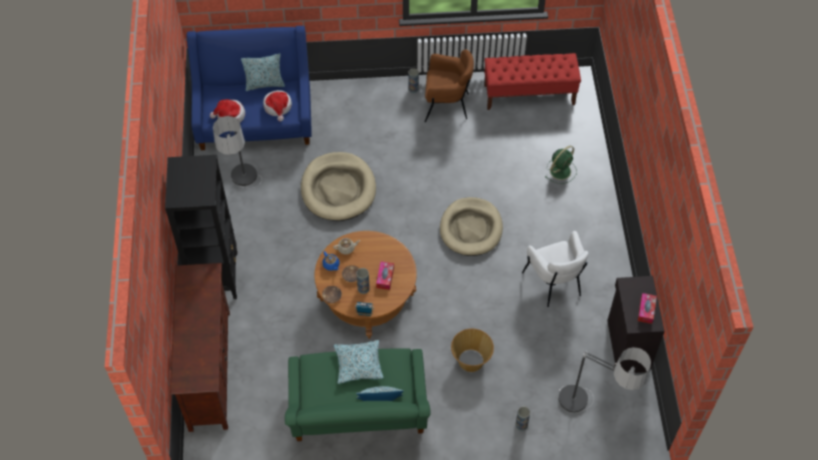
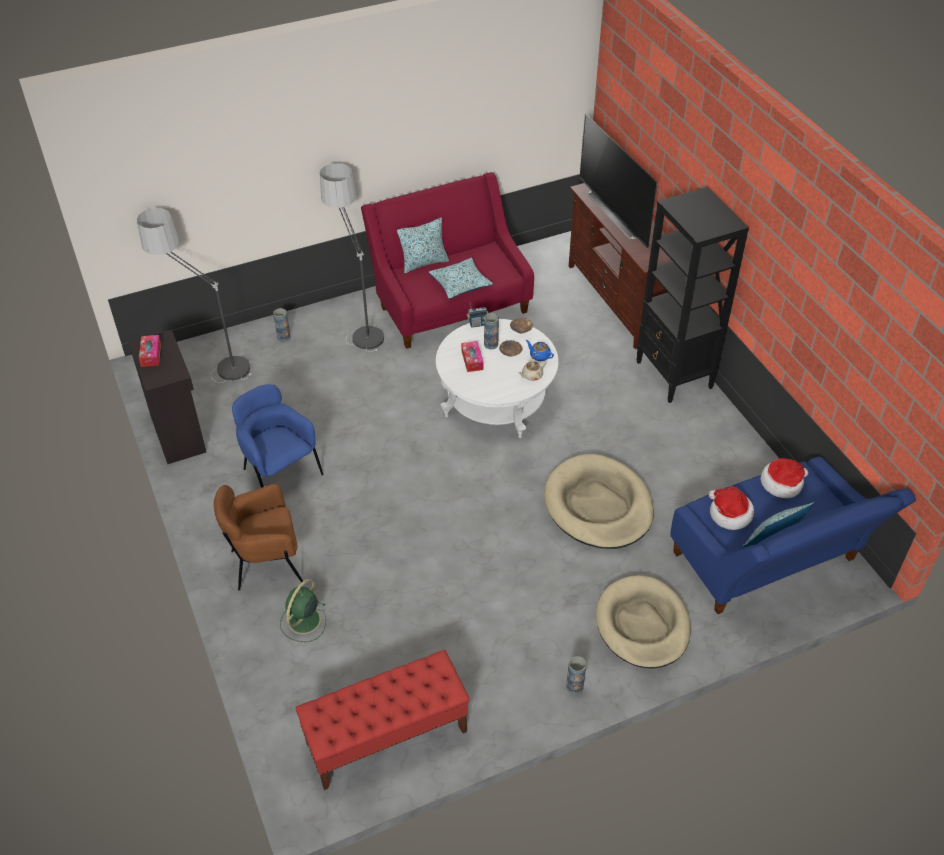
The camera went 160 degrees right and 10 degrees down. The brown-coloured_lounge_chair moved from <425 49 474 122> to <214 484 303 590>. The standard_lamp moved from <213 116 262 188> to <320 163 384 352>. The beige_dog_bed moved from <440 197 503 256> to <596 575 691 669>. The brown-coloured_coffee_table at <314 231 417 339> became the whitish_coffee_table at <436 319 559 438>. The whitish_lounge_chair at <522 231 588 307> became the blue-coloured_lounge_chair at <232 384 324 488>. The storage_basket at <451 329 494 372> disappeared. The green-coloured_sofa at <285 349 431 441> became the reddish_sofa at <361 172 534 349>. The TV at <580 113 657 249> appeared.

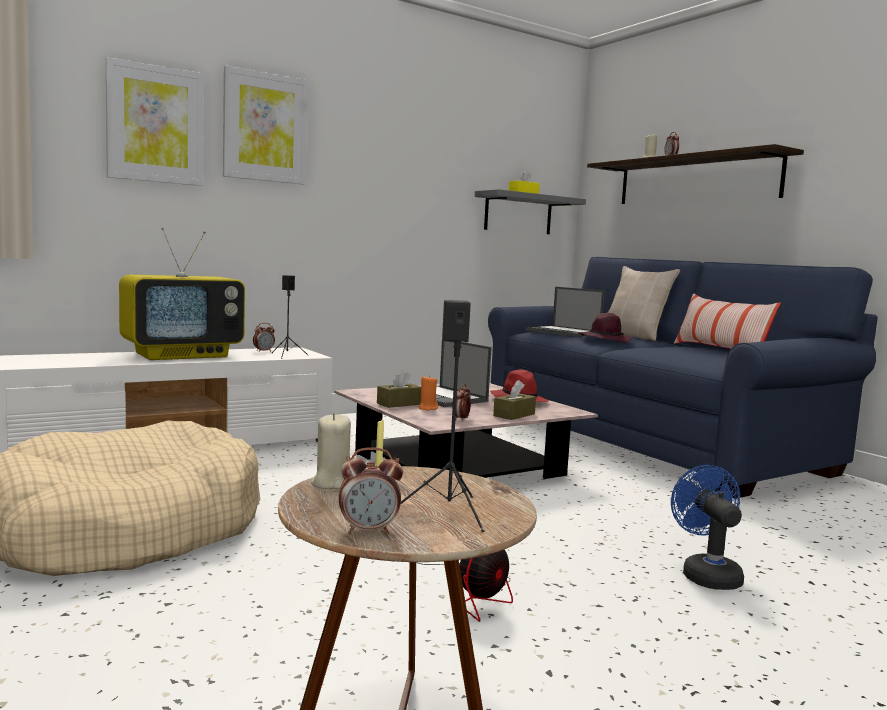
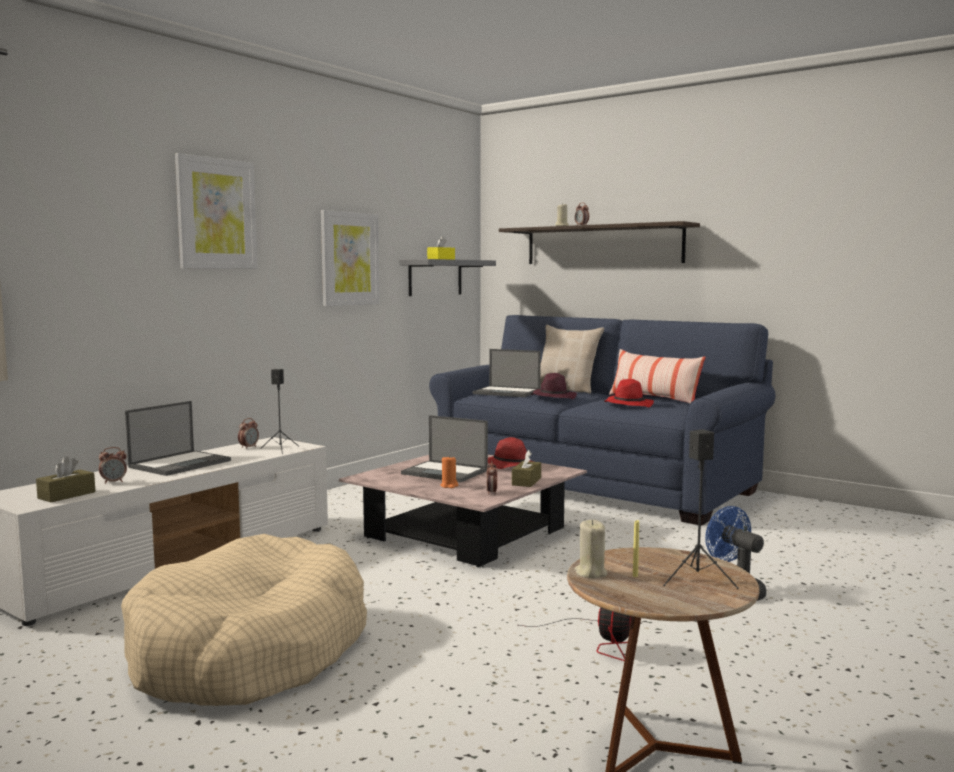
The camera went 20 degrees left and 0 degrees up. The picture moved from <106 57 204 186> to <321 210 380 306>. The TV at <119 227 245 360> was replaced by the notebook_computer at <125 401 231 476>. The brown-coloured_box_of_tissues moved from <377 370 421 408> to <36 456 95 502>. The table_clock moved from <339 447 403 534> to <99 447 127 484>. The reddish_clothing_hat at <604 379 654 408> appeared.

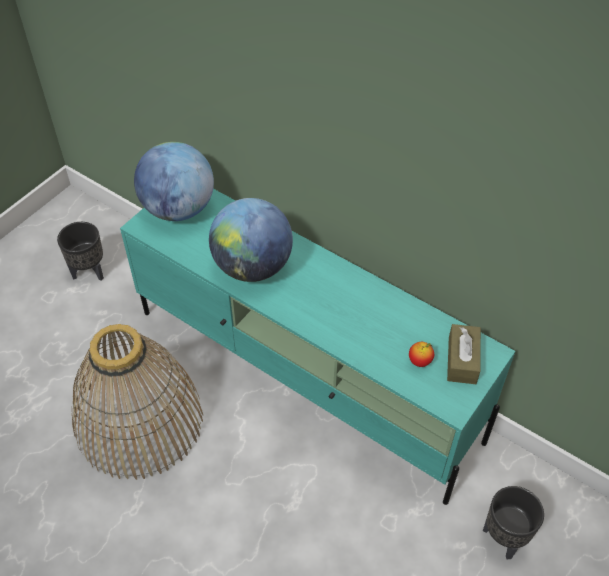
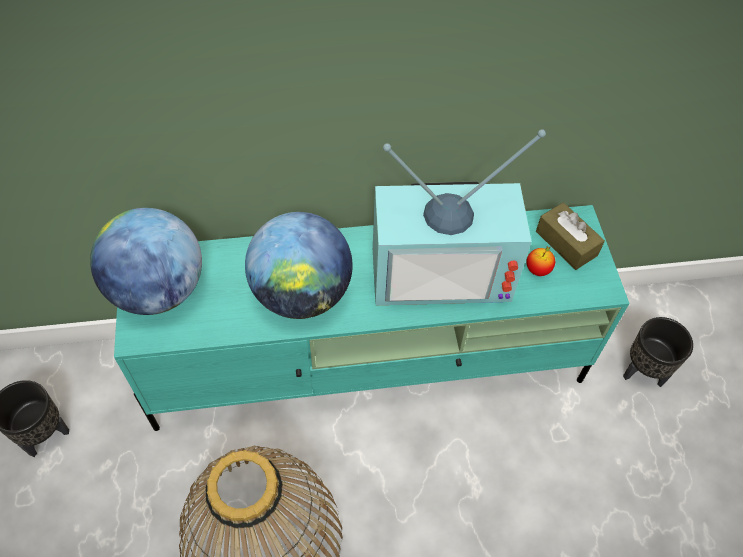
The camera went 45 degrees left and 5 degrees up. The TV at <373 129 546 305> appeared.

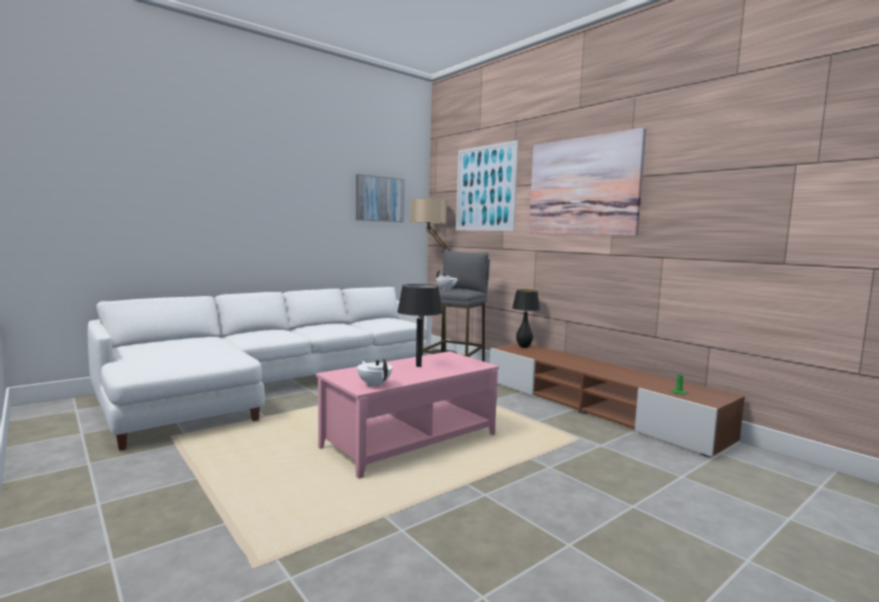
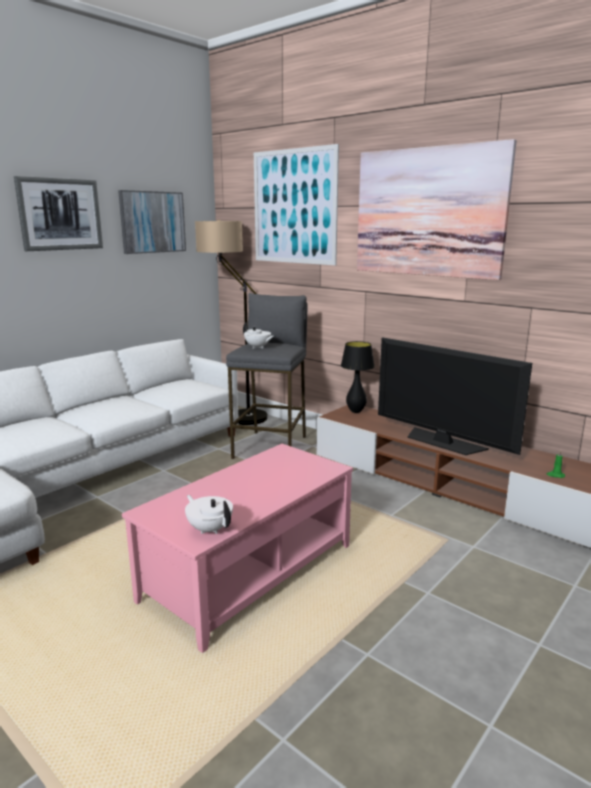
The camera went 10 degrees left and 10 degrees up. The black_tabletop_lamp at <397 284 442 367> disappeared. The picture at <14 176 103 251> appeared. The TV at <378 337 532 455> appeared.

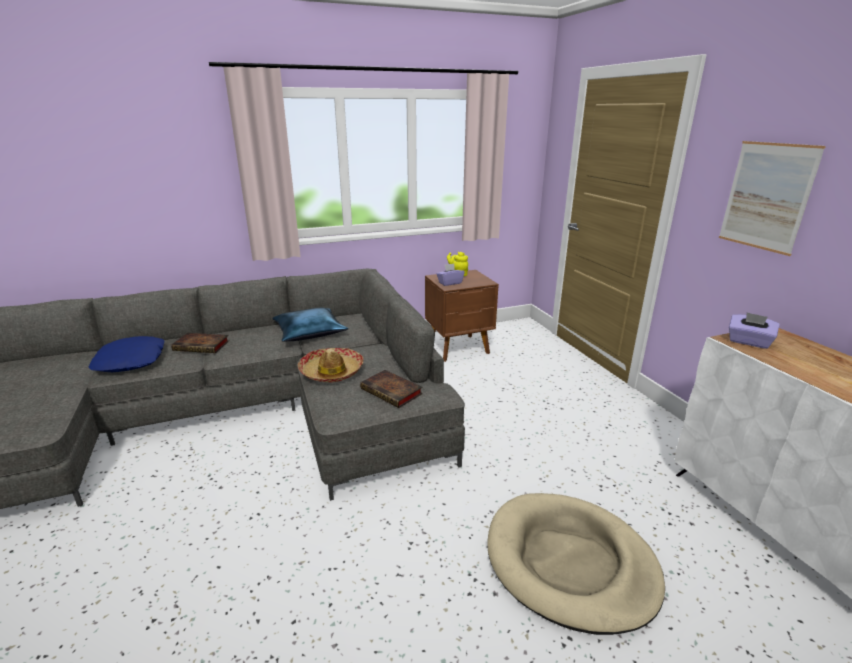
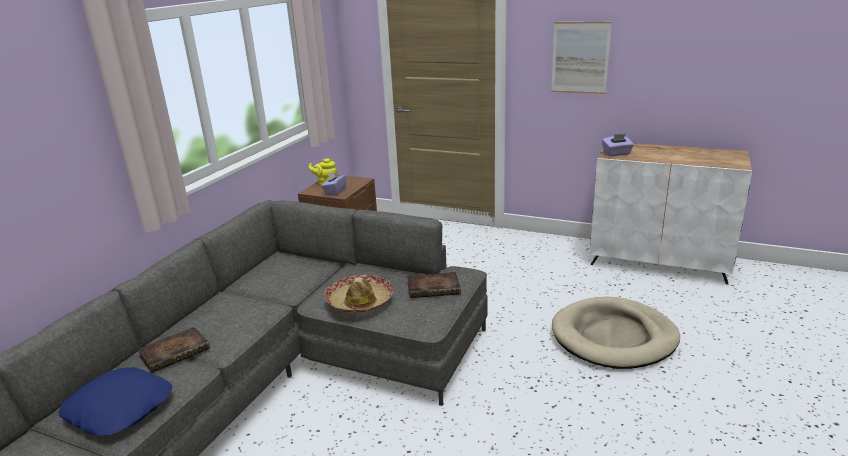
The camera went 45 degrees left and 0 degrees up. The blue-coloured_pillow at <272 308 348 342> disappeared.

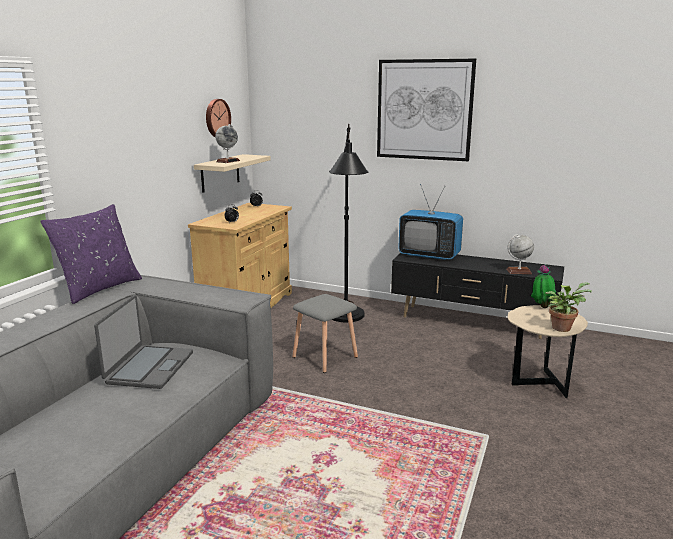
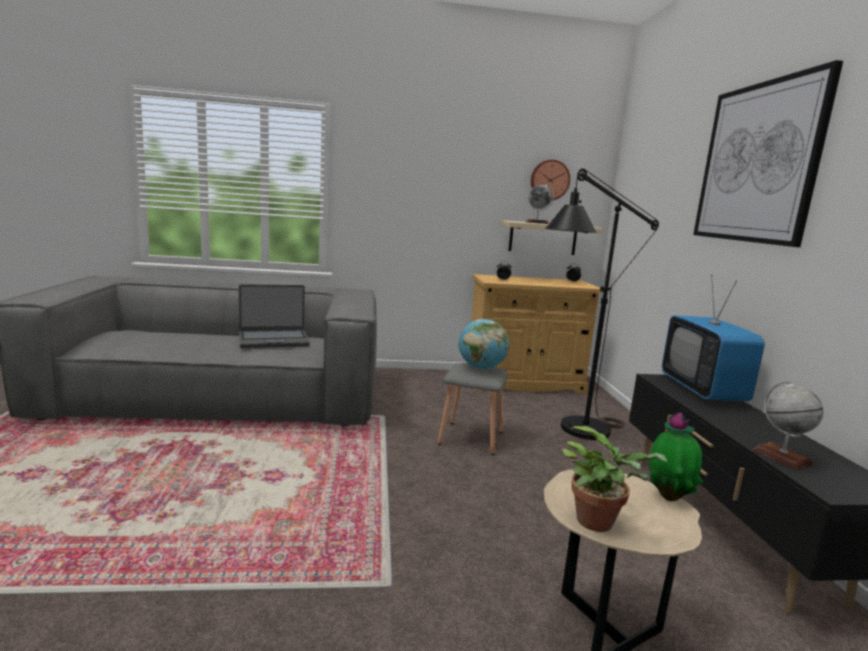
The camera went 60 degrees right and 5 degrees down. The purple-coloured_pillow at <40 204 142 304> disappeared. The desk_globe at <459 319 509 369> appeared.

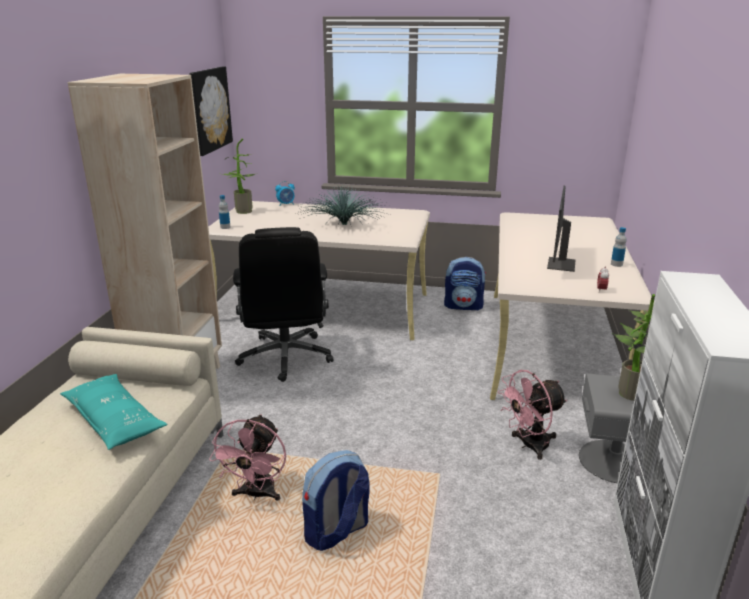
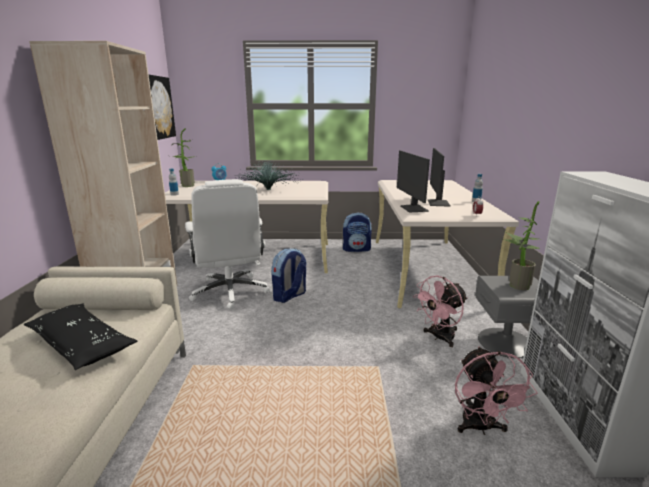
The camera went 10 degrees left and 5 degrees down. The black_computer_chair at <233 227 334 382> became the whitish_computer_chair at <185 179 270 310>. The turquoise-coloured_pillow at <60 374 168 450> became the black_pillow at <24 304 138 370>. The pink_cooling_fan moved from <209 414 286 501> to <455 346 538 435>. The backpack moved from <302 450 370 551> to <271 248 307 303>. The computer_display at <397 150 430 213> appeared.

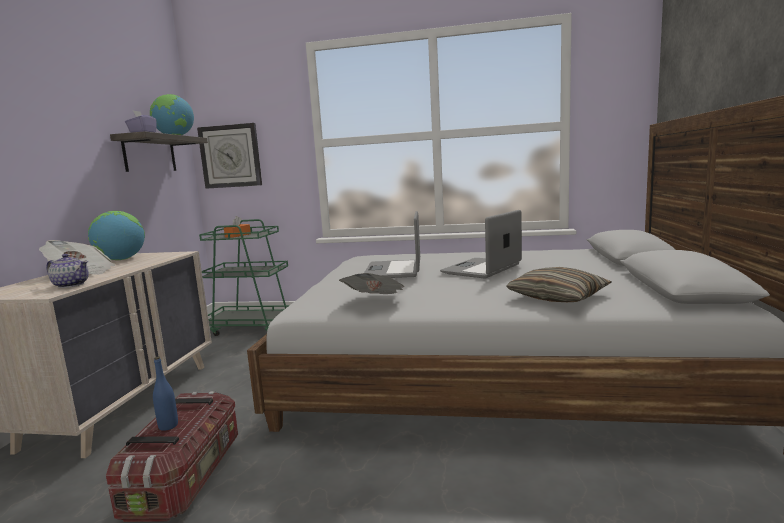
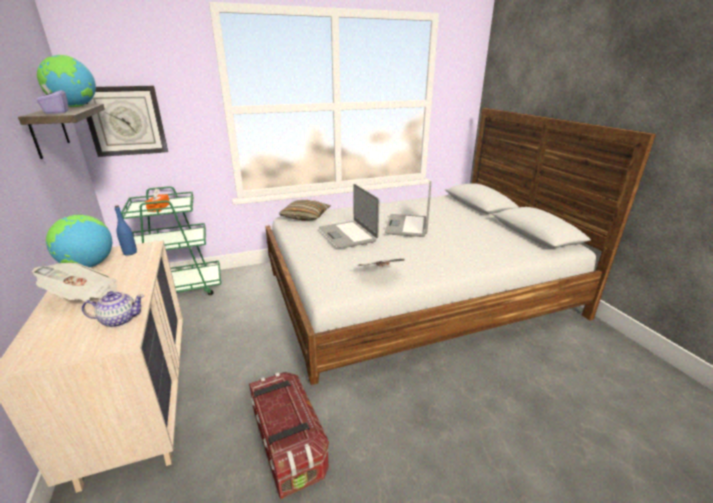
The camera went 30 degrees left and 15 degrees up. The pillow moved from <506 267 612 302> to <279 200 330 220>. The blue-coloured_beverage_bottle moved from <153 357 178 431> to <115 205 137 256>.

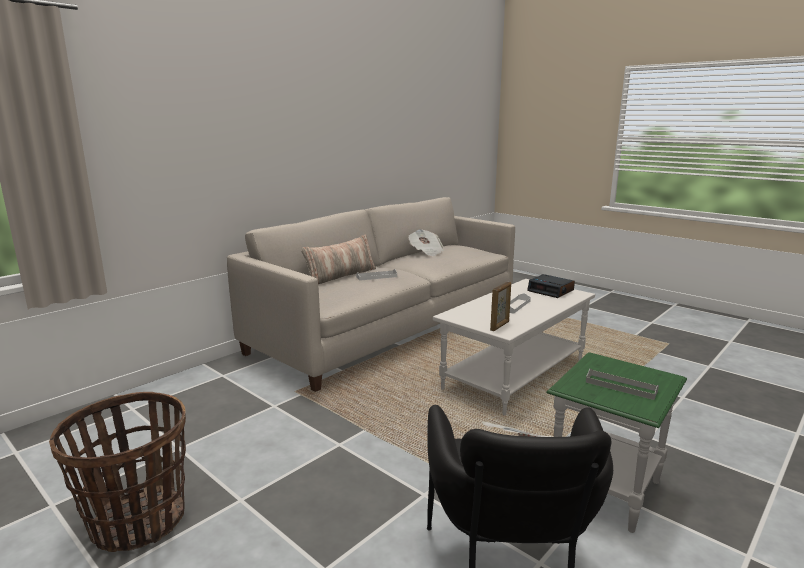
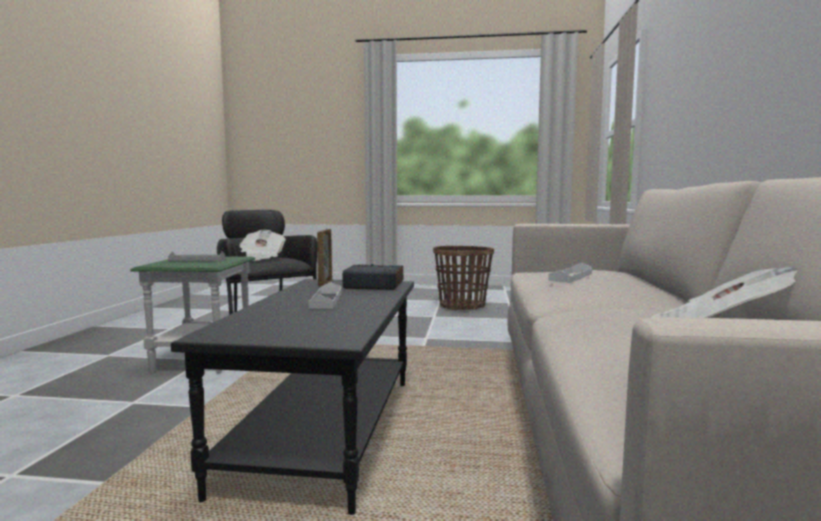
The camera went 145 degrees right and 10 degrees down. The pillow at <301 235 376 285> disappeared. The table_clock moved from <527 274 575 298> to <342 264 404 290>. The whitish_coffee_table at <433 279 595 416> became the black_coffee_table at <171 279 414 515>.

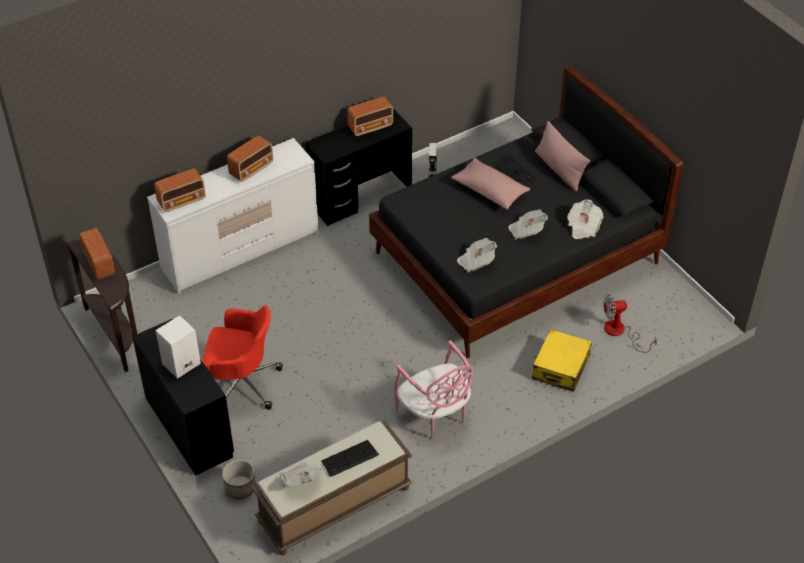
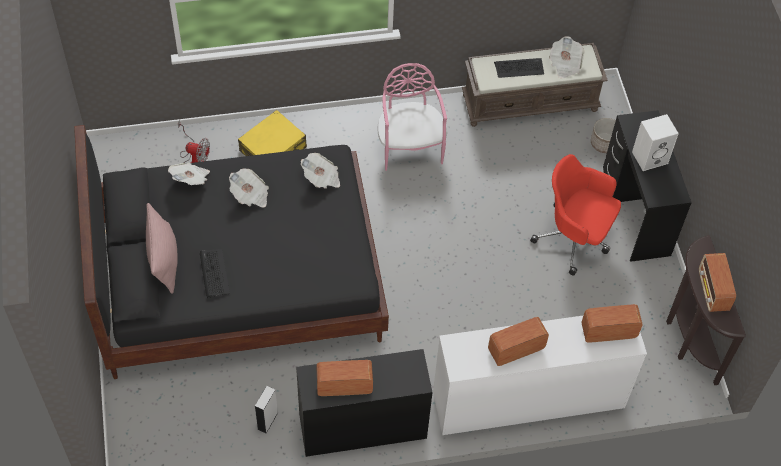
The camera went 160 degrees left and 10 degrees up. The pink_pillow at <451 158 530 210> disappeared.

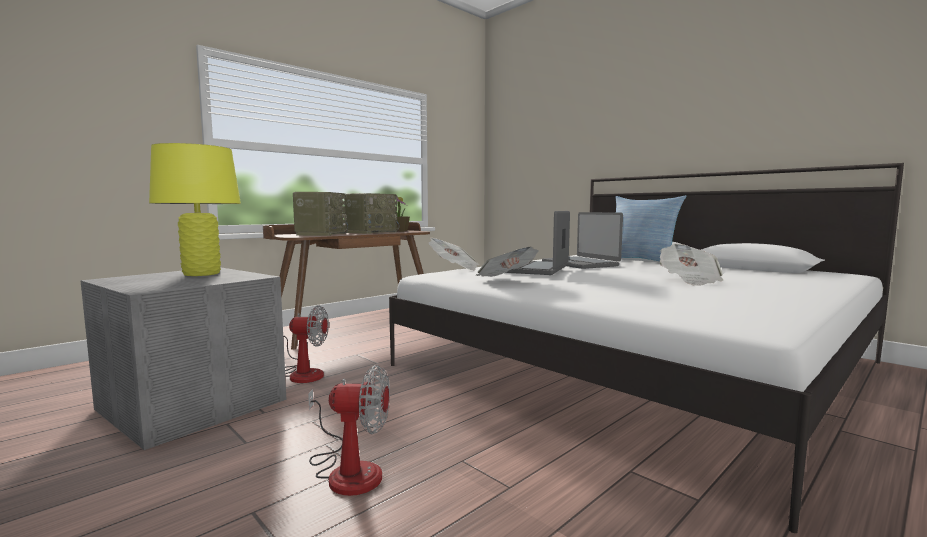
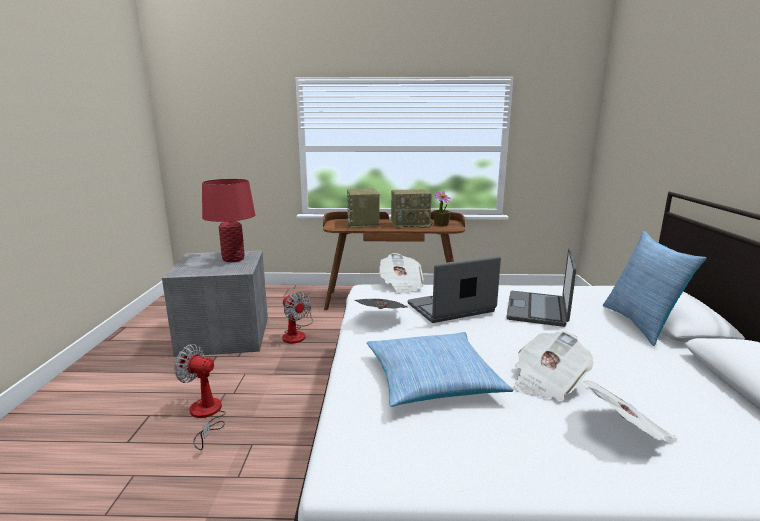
The camera went 45 degrees right and 10 degrees up. The yellow-coloured_tabletop_lamp at <149 143 241 276> became the reddish_tabletop_lamp at <202 179 255 262>. The radio_receiver at <293 192 348 236> turned 120 degrees clockwise. The cooling_fan at <308 365 390 496> turned 150 degrees clockwise. The pillow at <367 332 513 407> appeared. The newspaper at <583 381 678 443> appeared.

